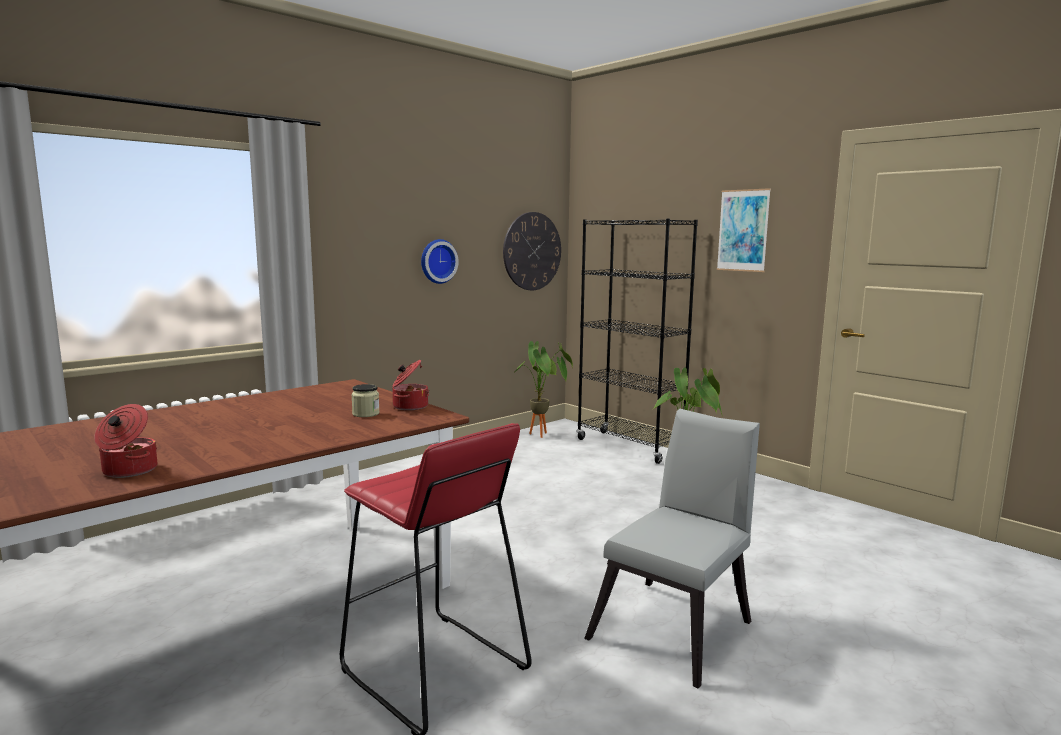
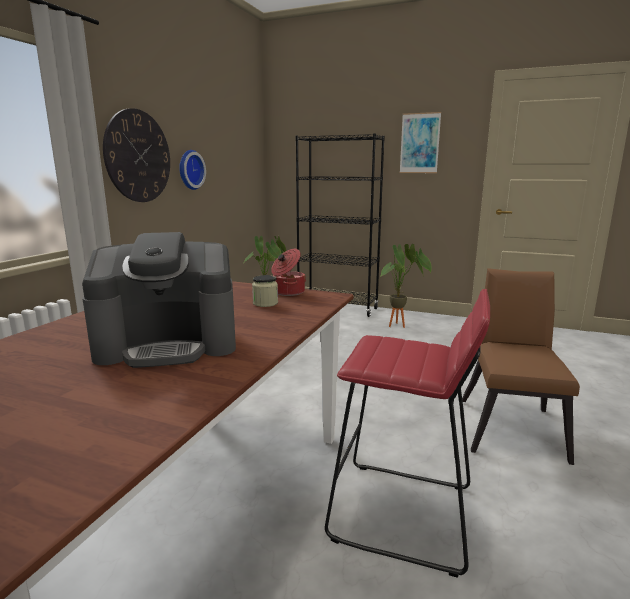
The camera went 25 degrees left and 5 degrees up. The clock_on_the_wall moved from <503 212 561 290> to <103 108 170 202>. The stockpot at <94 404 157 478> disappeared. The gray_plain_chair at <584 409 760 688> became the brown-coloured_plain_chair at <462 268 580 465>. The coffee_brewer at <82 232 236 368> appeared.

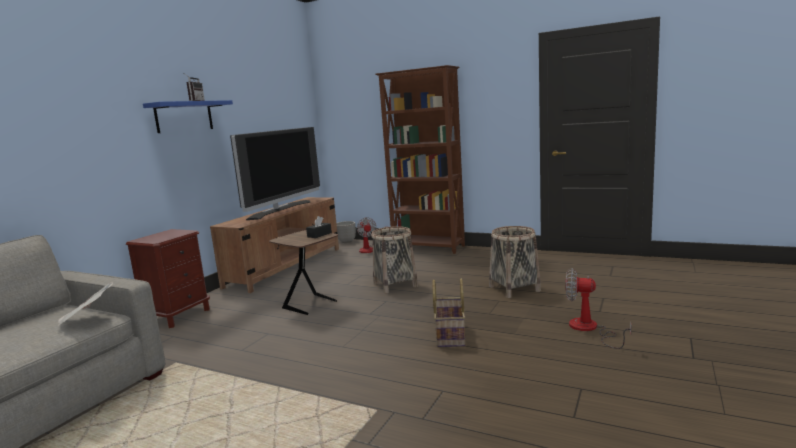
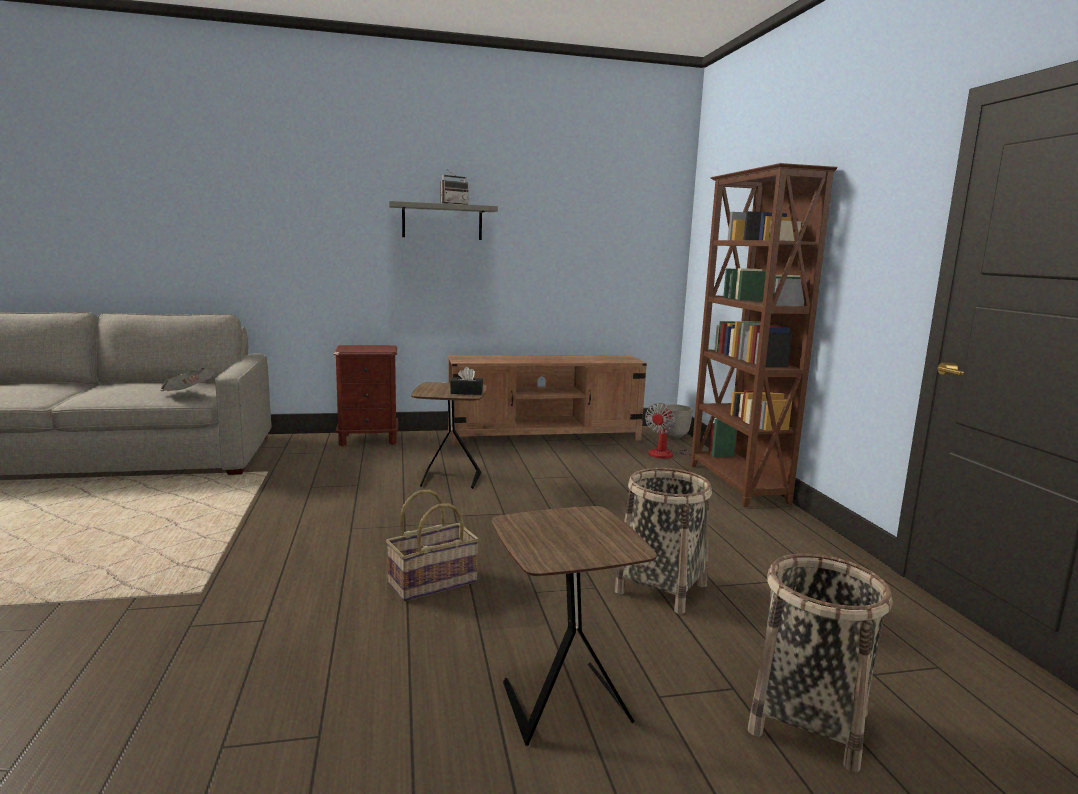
The camera went 50 degrees right and 0 degrees up. The blue-coloured_shelf at <143 100 233 133> became the gray_shelf at <389 201 498 240>. The TV at <230 127 320 220> disappeared. The storage_basket moved from <371 226 418 293> to <748 554 893 772>. The cooling_fan at <565 268 631 349> was replaced by the brown-coloured_accent_table at <492 506 657 746>.

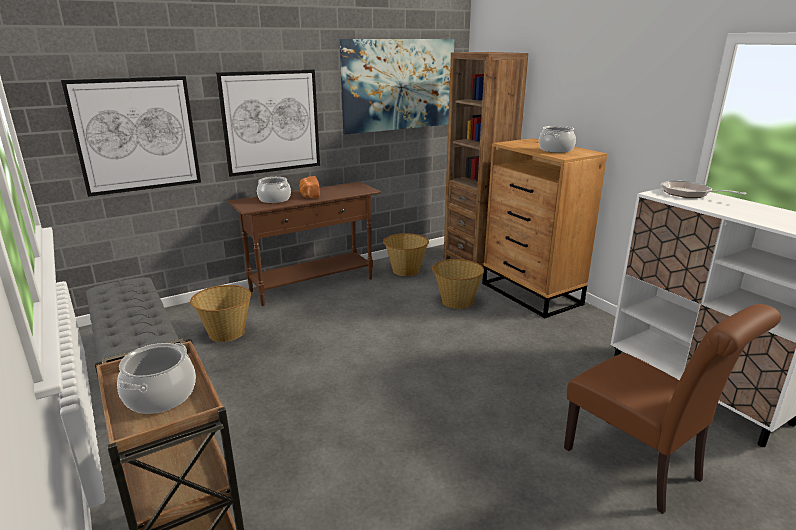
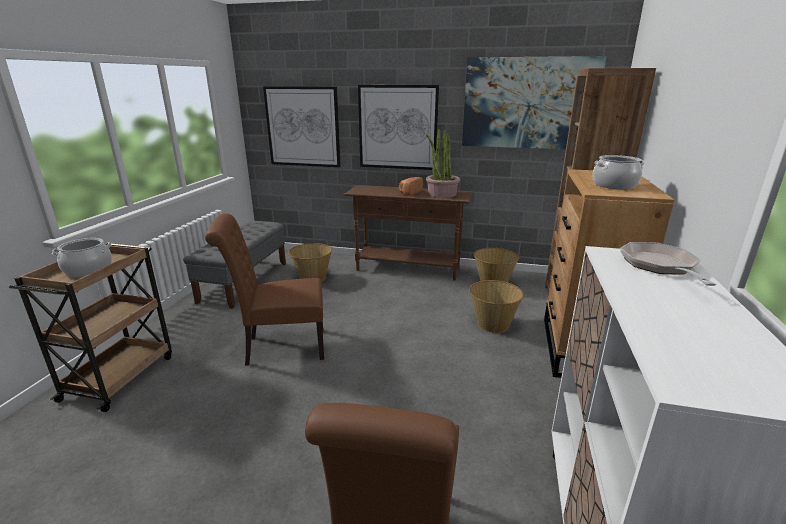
The camera went 45 degrees right and 0 degrees up. The stockpot at <257 177 291 203> disappeared. The potted_plant at <426 129 460 198> appeared. The brown-coloured_plain_chair at <205 213 324 366> appeared.

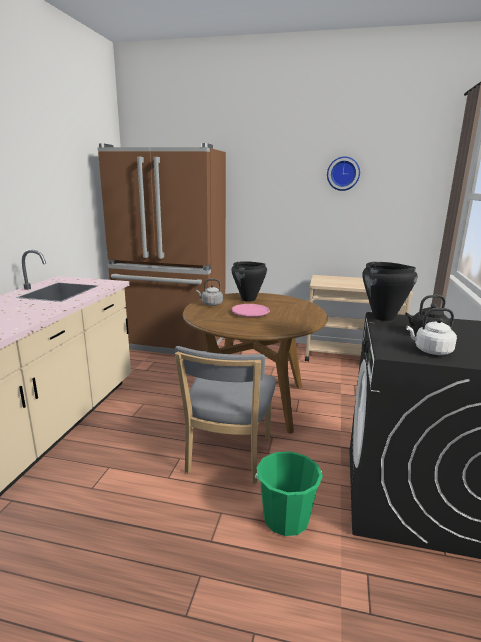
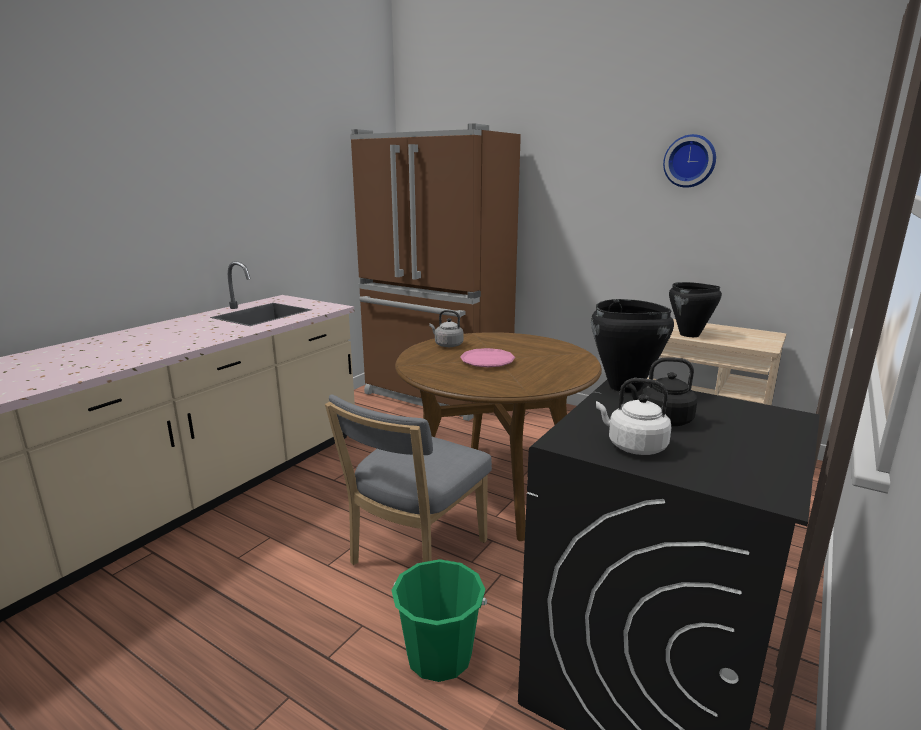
The camera went 20 degrees right and 0 degrees up. The black_stockpot moved from <231 261 267 302> to <669 282 722 337>.

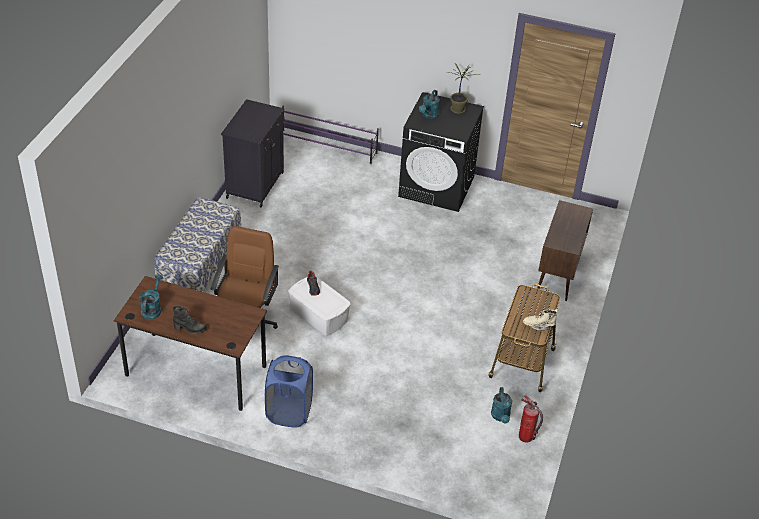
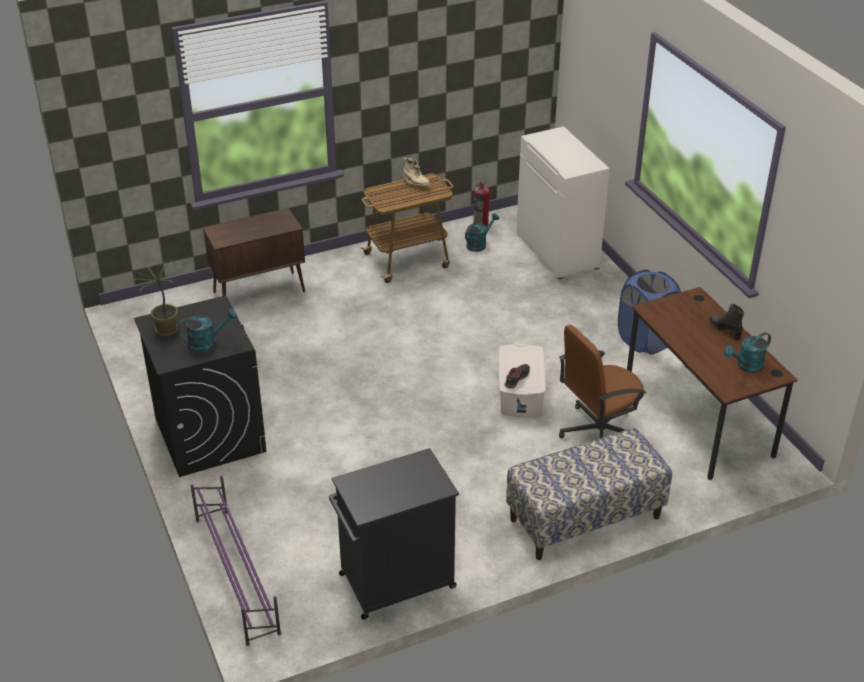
The camera went 130 degrees left and 5 degrees down. The whitish_cupboard at <516 126 610 280> appeared.

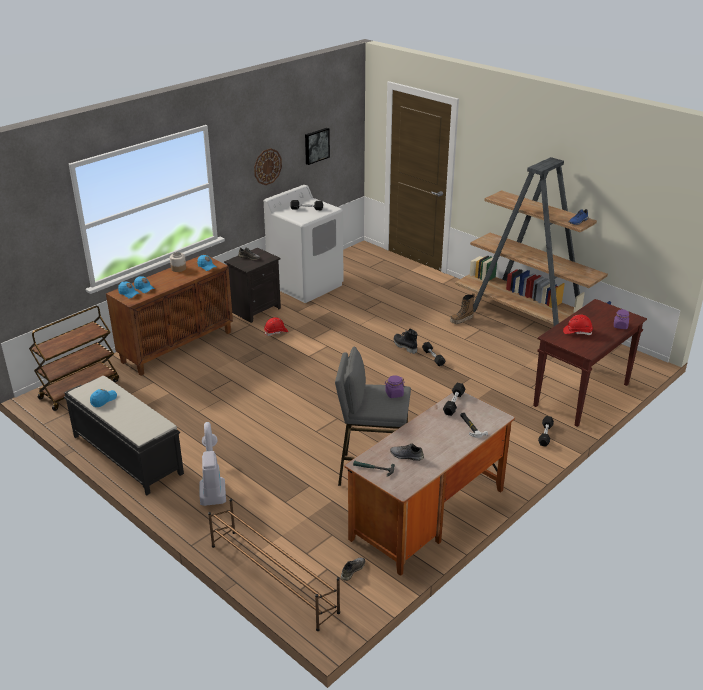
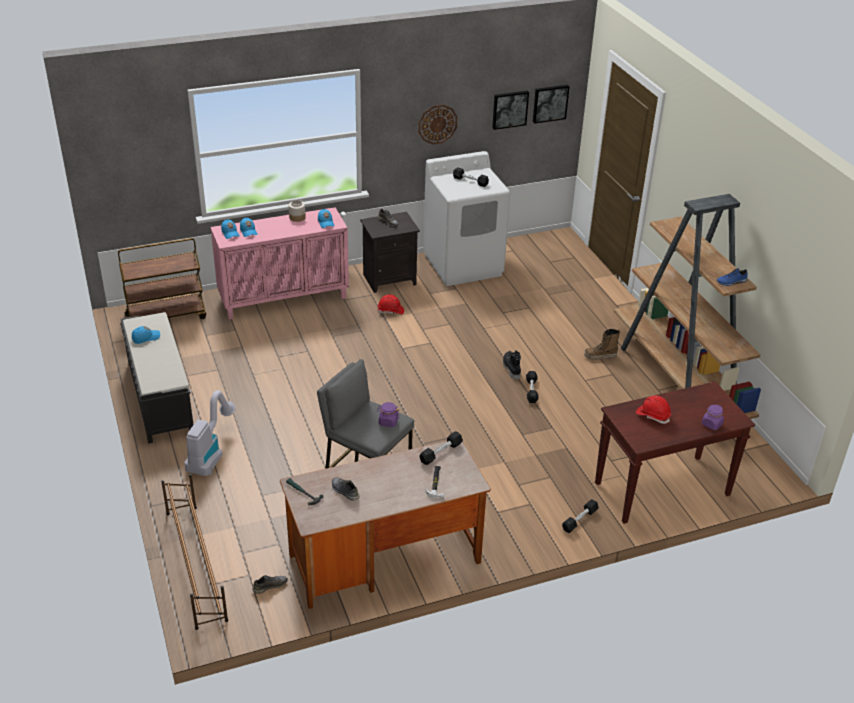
The camera went 25 degrees right and 5 degrees up. The brown-coloured_cupboard at <106 254 233 376> became the pink_cupboard at <211 207 349 320>. The picture at <533 85 570 124> appeared.

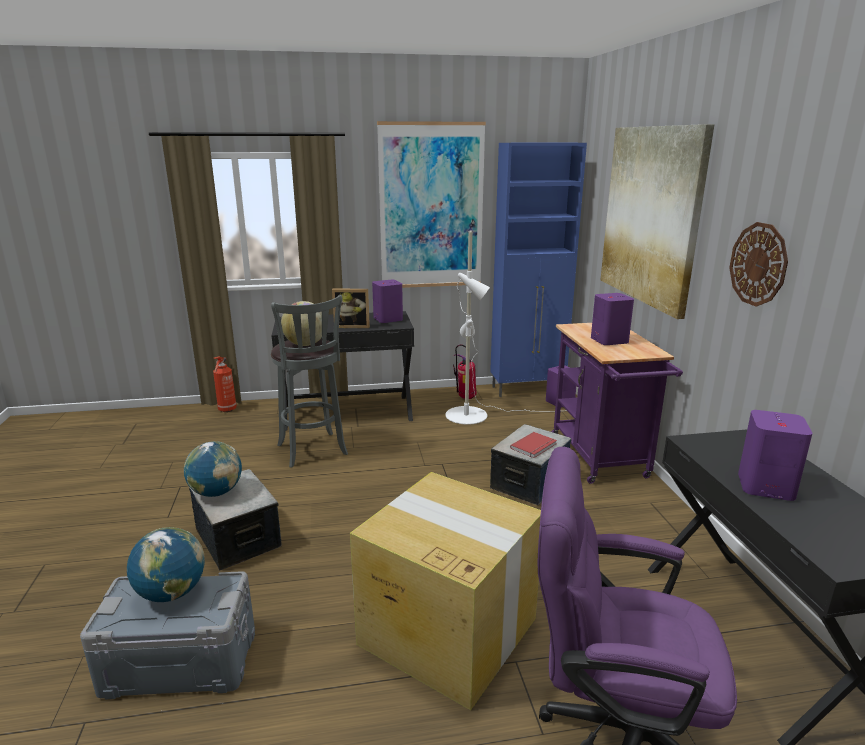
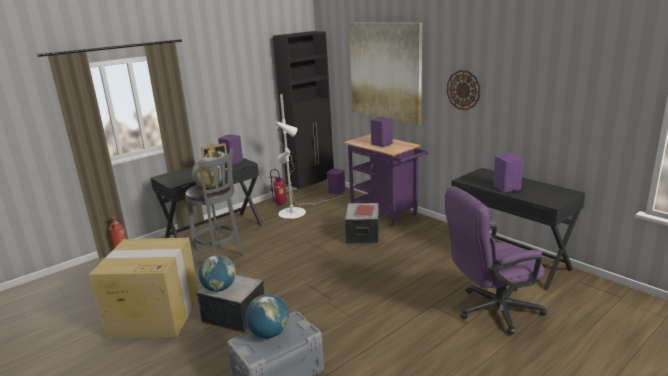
The camera went 30 degrees left and 0 degrees up. The picture at <377 121 486 288> disappeared. The blue-coloured_cupboard at <490 143 587 397> became the black_cupboard at <273 31 334 198>. The cardboard_box moved from <350 472 541 710> to <89 238 198 338>.

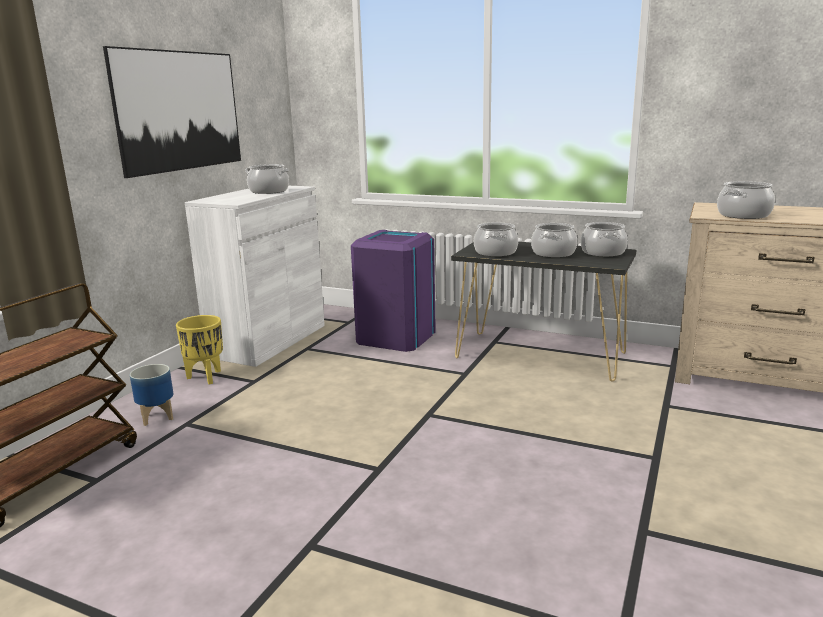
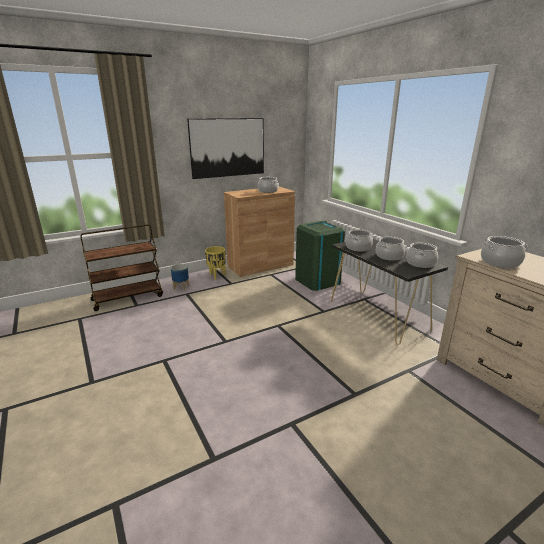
The camera went 35 degrees right and 5 degrees up. The whitish_cupboard at <185 186 325 367> became the brown-coloured_cupboard at <224 187 295 277>. The purple-coloured_waste_bin at <351 230 436 352> became the green-coloured_waste_bin at <295 221 345 291>.

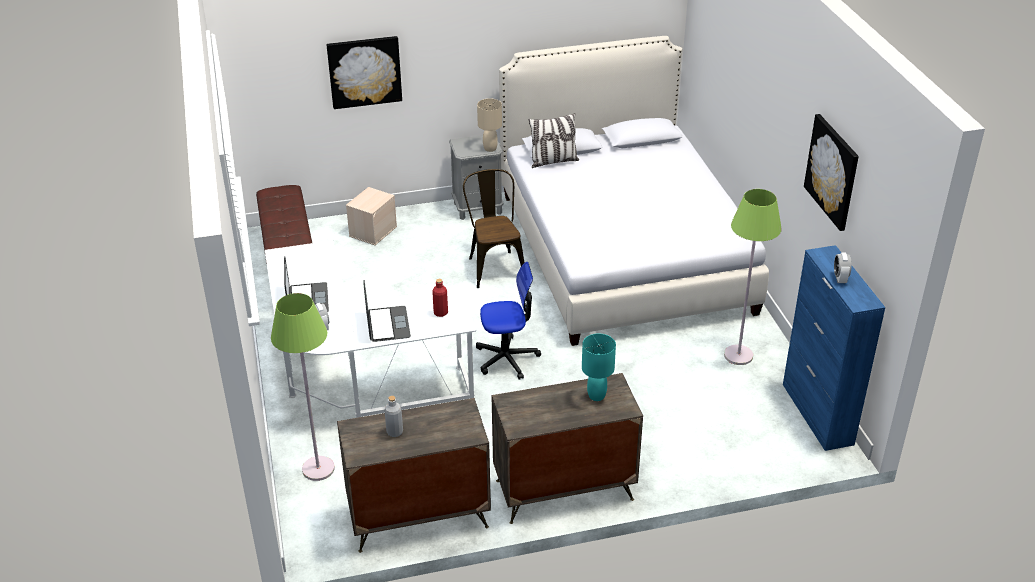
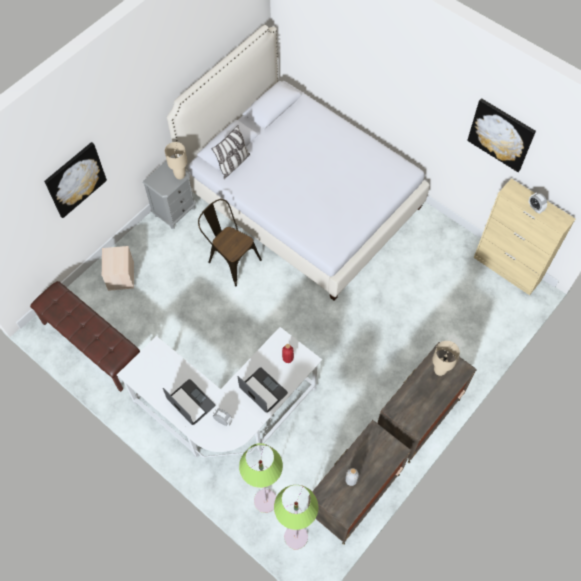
The camera went 35 degrees left and 25 degrees up. The green-coloured_standard_lamp moved from <724 189 782 365> to <274 485 319 550>. The blue-coloured_cupboard at <783 245 886 451> became the beige_cupboard at <474 178 575 295>. The computer_chair at <476 262 541 380> disappeared. The turquoise-coloured_tabletop_lamp at <582 334 616 401> became the beige_tabletop_lamp at <432 341 460 376>.

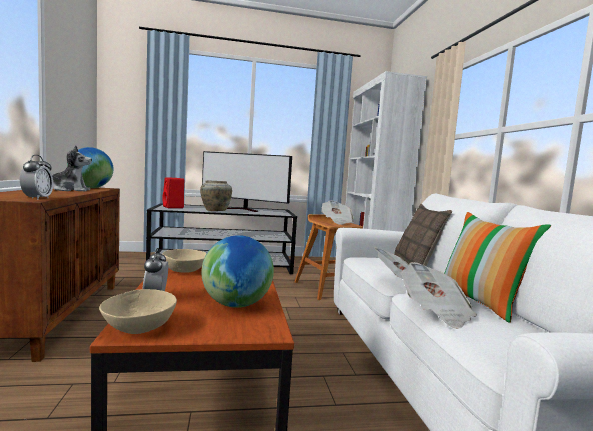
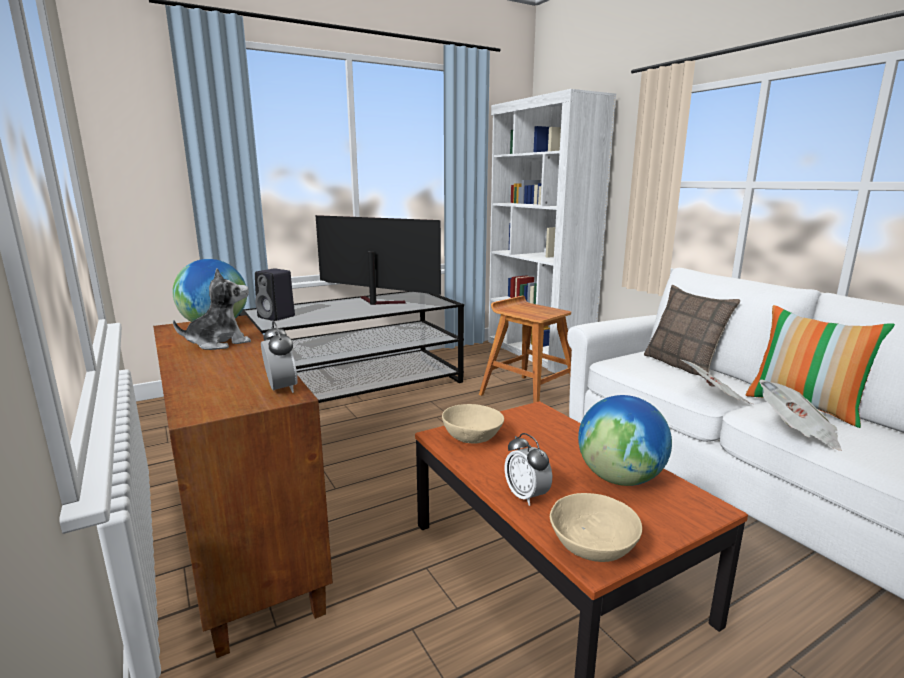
The camera went 20 degrees left and 10 degrees up. The TV at <202 151 292 212> turned 150 degrees counterclockwise. The reddish_speaker at <162 177 184 208> became the black_speaker at <255 268 295 321>. The beige_flower_vase at <200 181 232 211> disappeared. The newspaper at <321 200 354 225> disappeared.

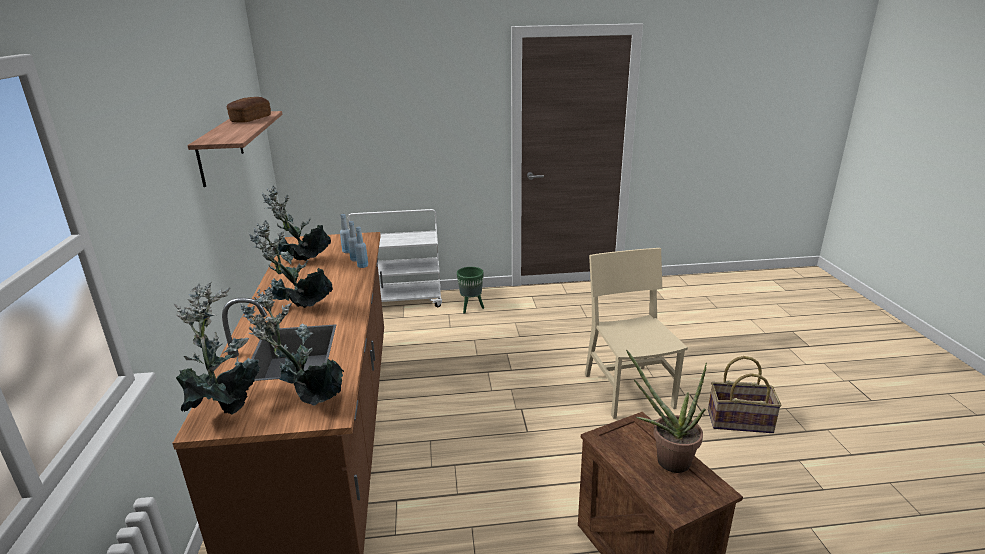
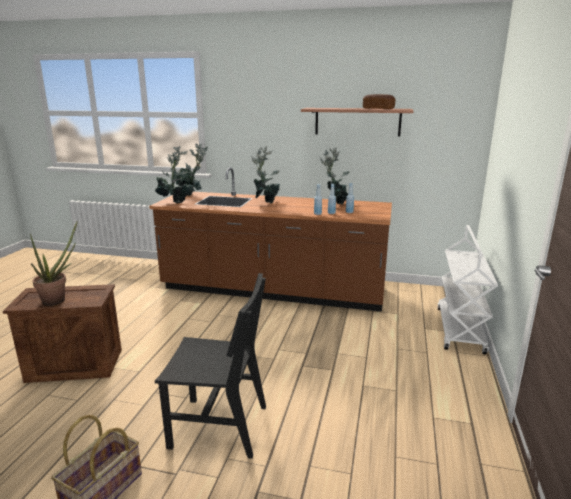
The camera went 110 degrees right and 5 degrees down. The beige_plain_chair at <585 248 688 419> became the black_plain_chair at <155 273 266 459>. The green-coloured_flower_pot at <457 267 484 313> disappeared.

